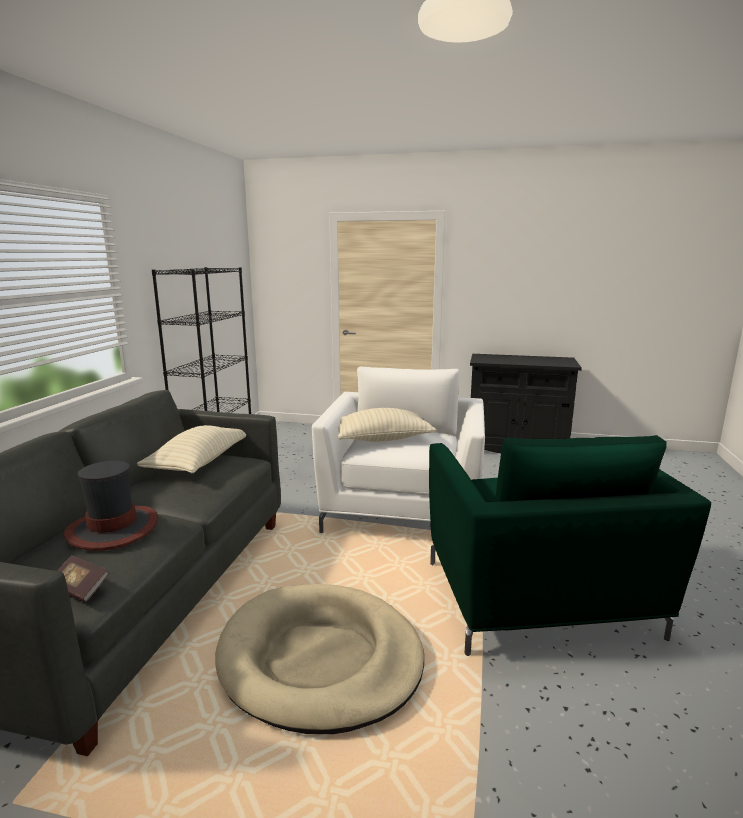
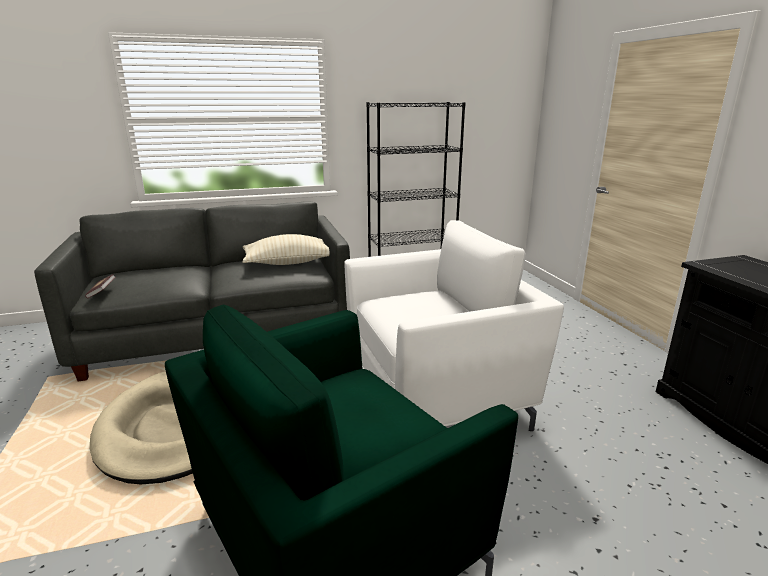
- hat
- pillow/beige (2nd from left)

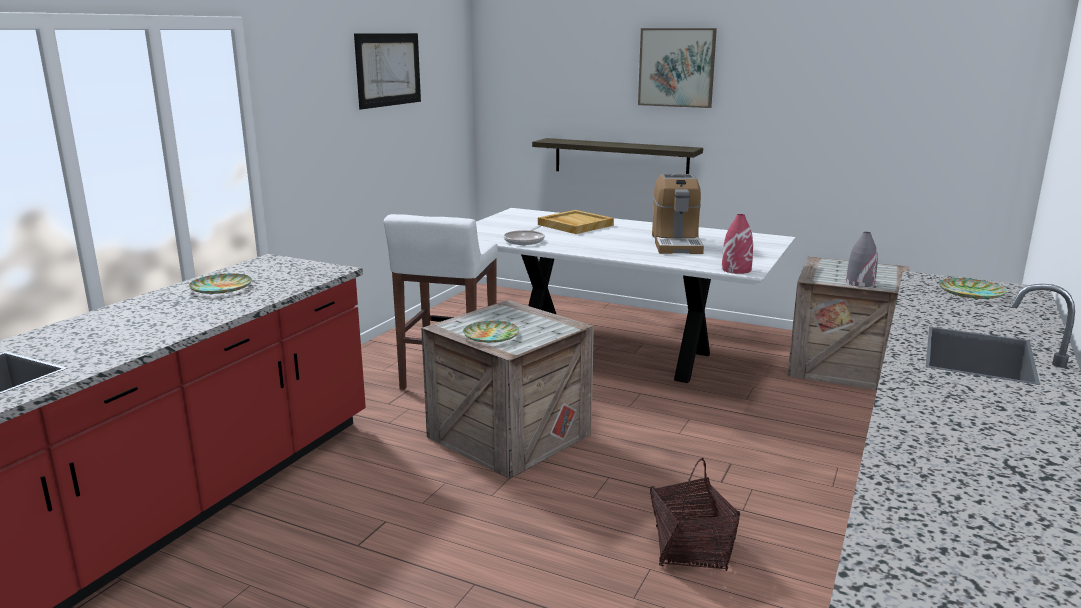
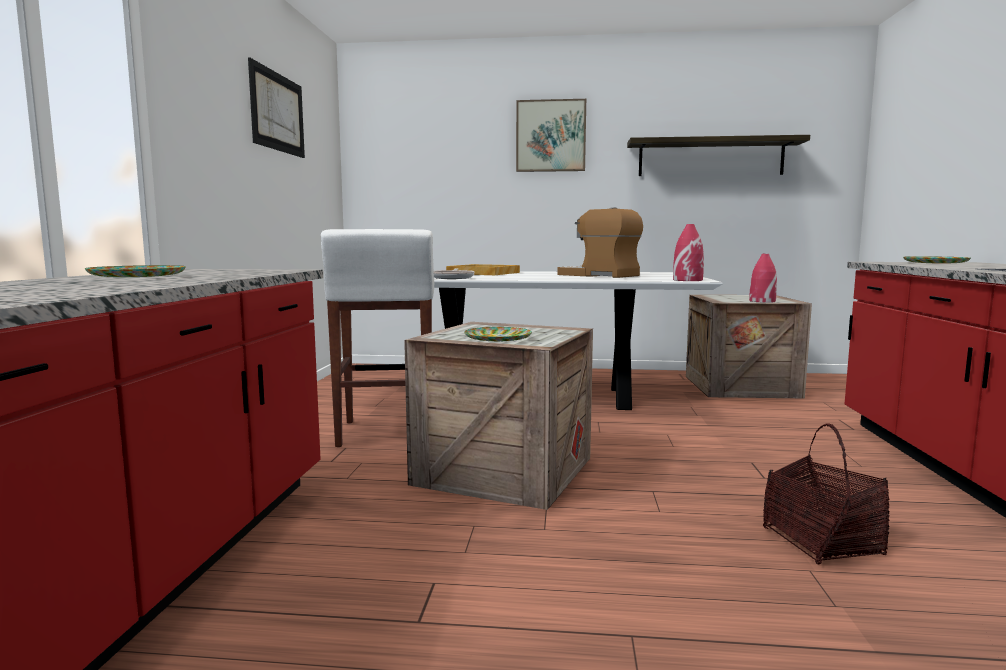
~ shelf
~ vase/grey to vase/red (2nd from left)
~ coffee machine 150 degrees clockwise

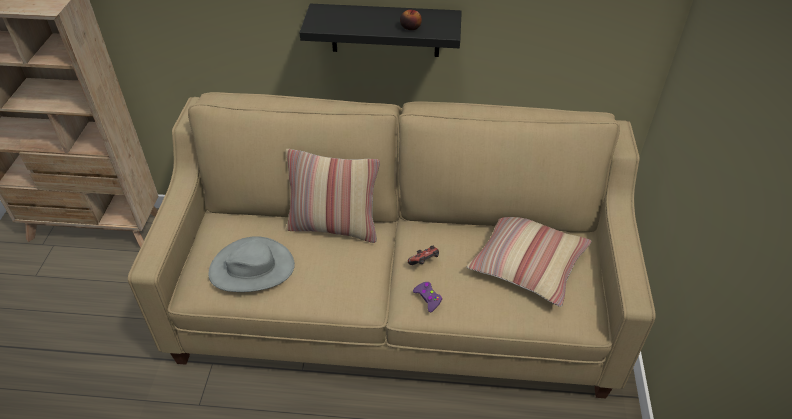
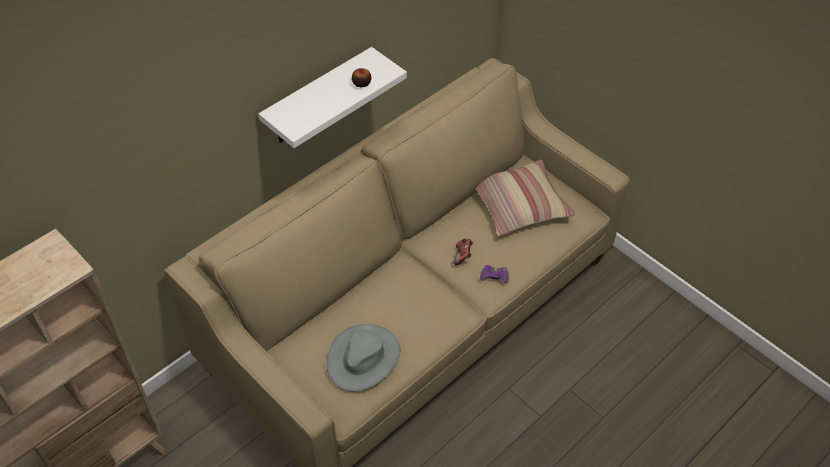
- pillow (1st from left)
~ shelf/black to shelf/white

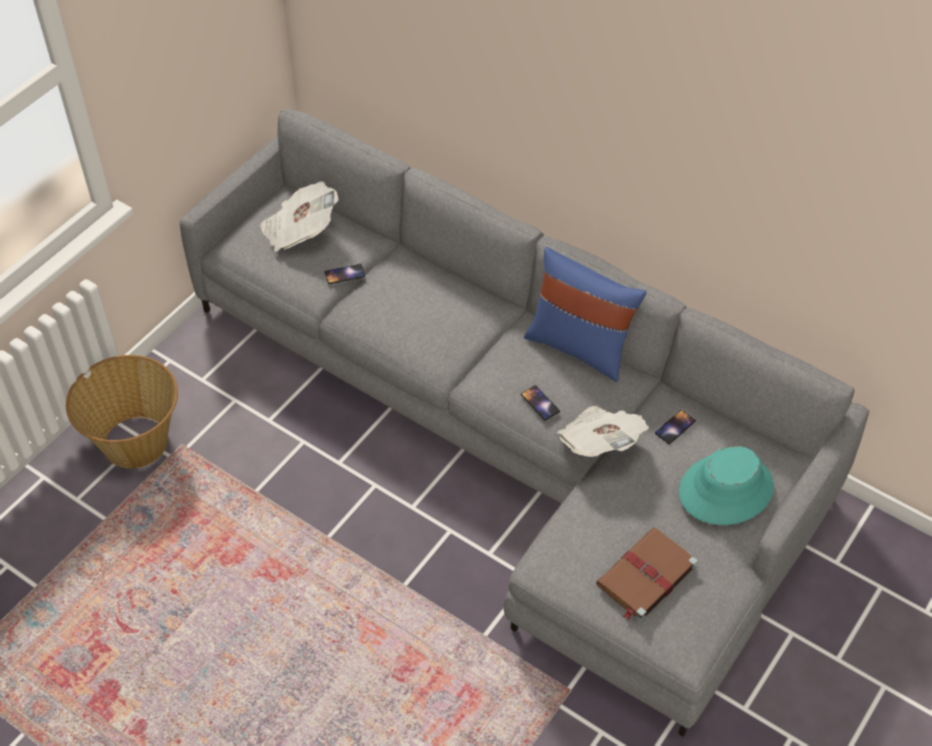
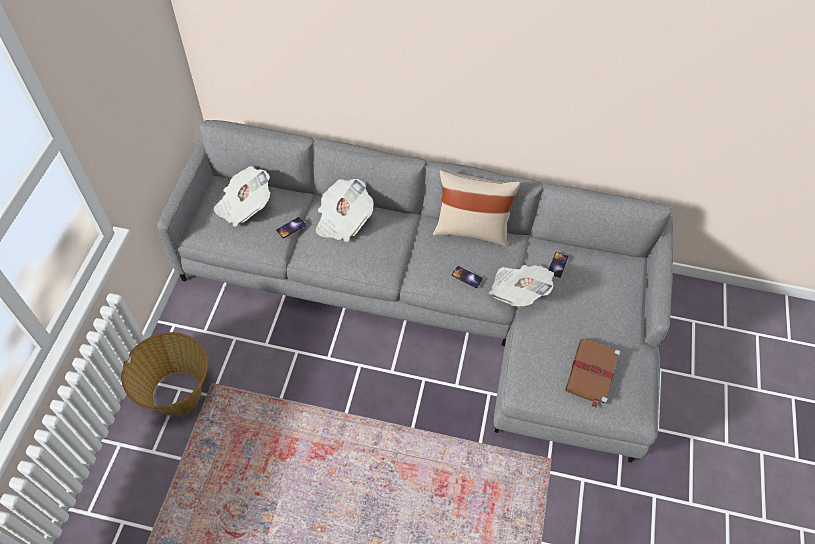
- hat/turquoise
+ newspaper (2nd from left)
~ pillow/blue to pillow/beige

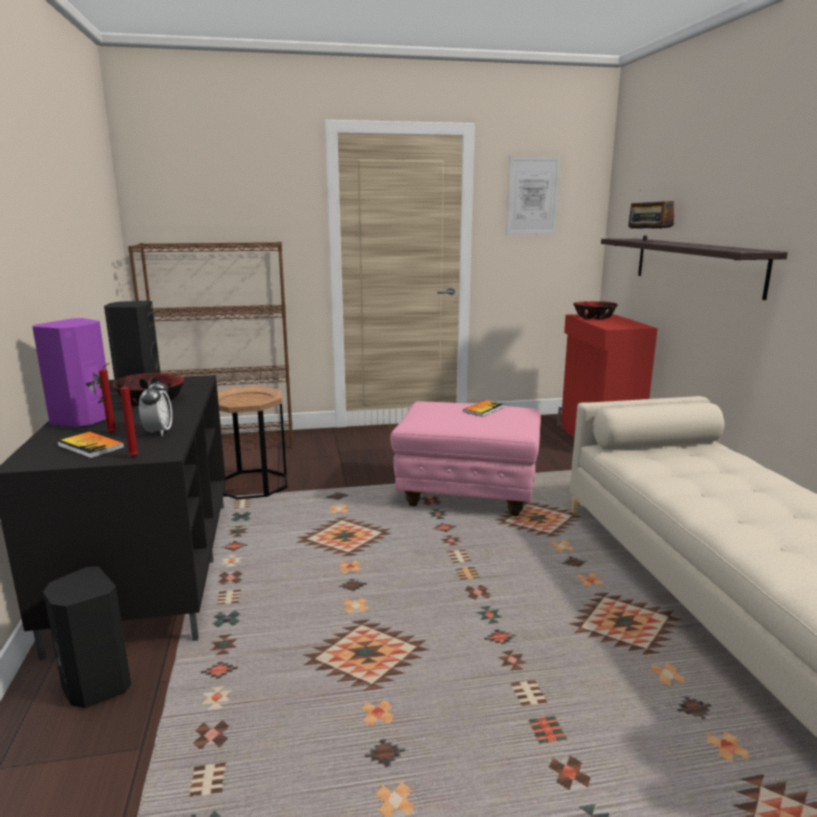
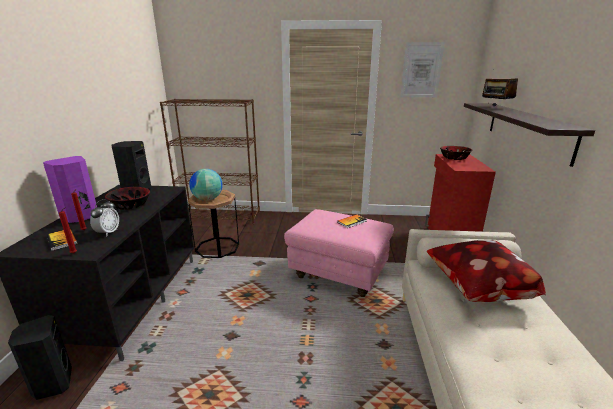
+ globe
+ pillow

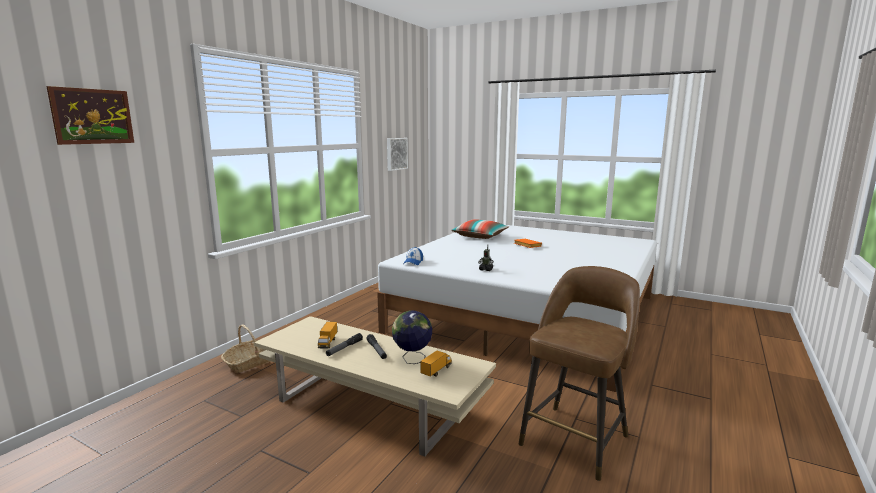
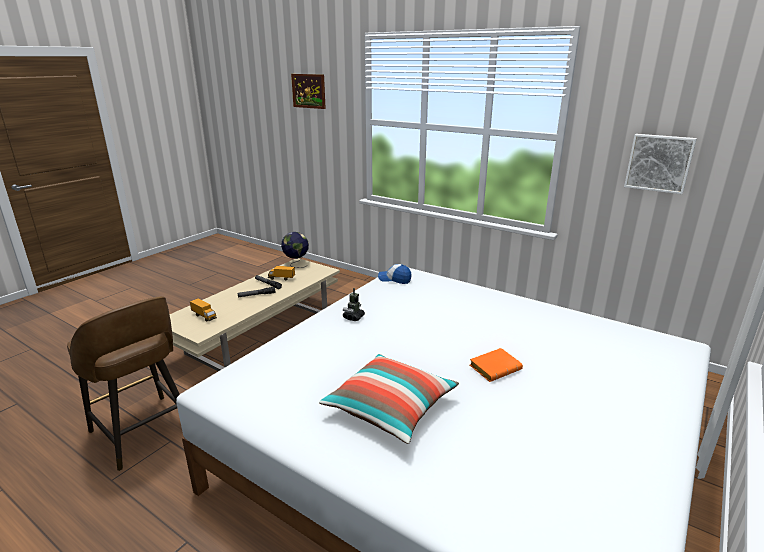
- basket
~ globe
~ pillow

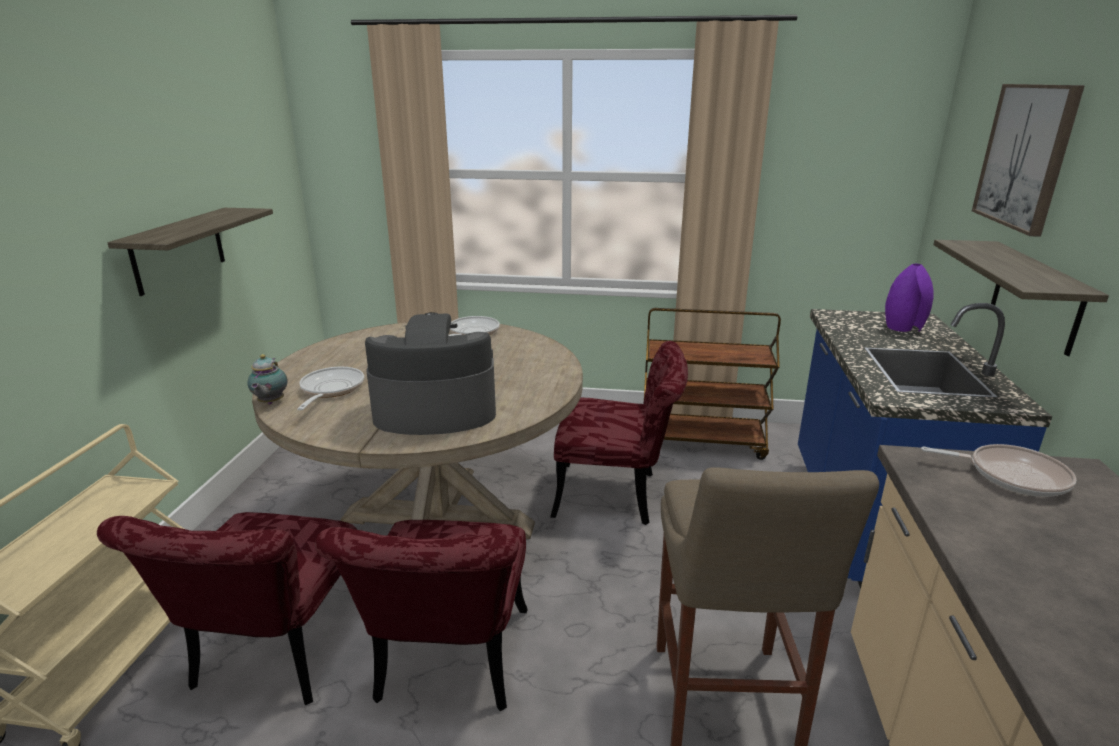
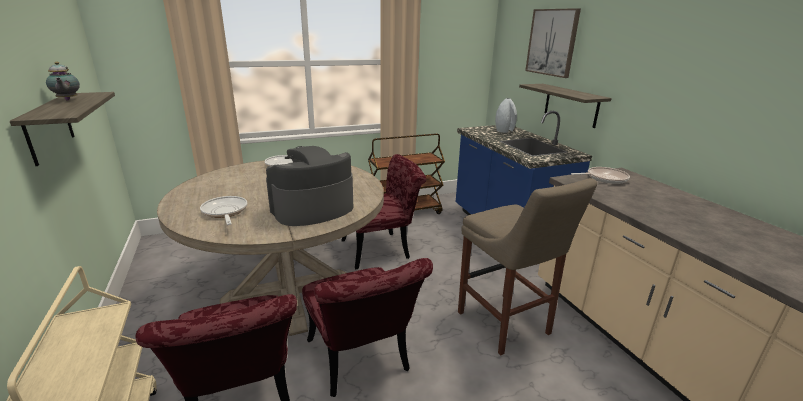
~ teapot
~ vase/purple to vase/grey

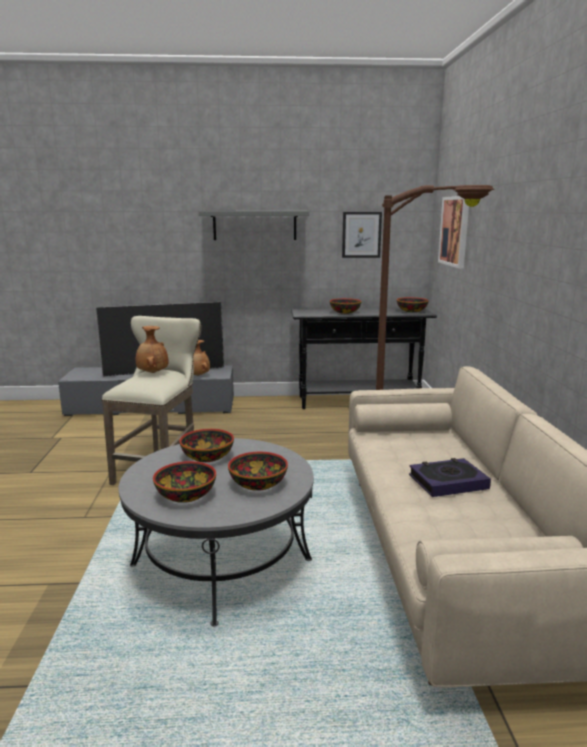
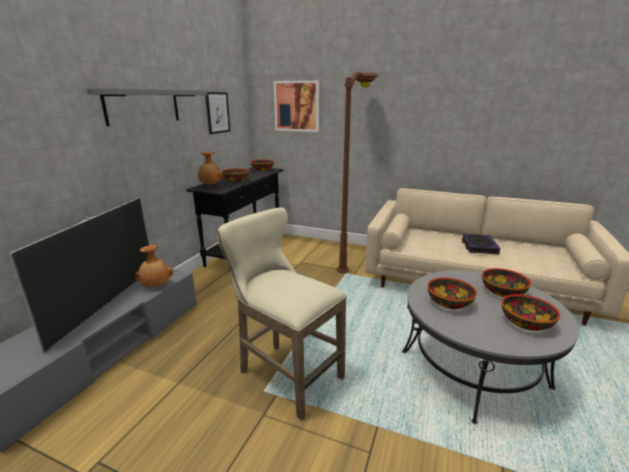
~ vase/brown (1st from left in the first image) to vase/brown (2nd from left)

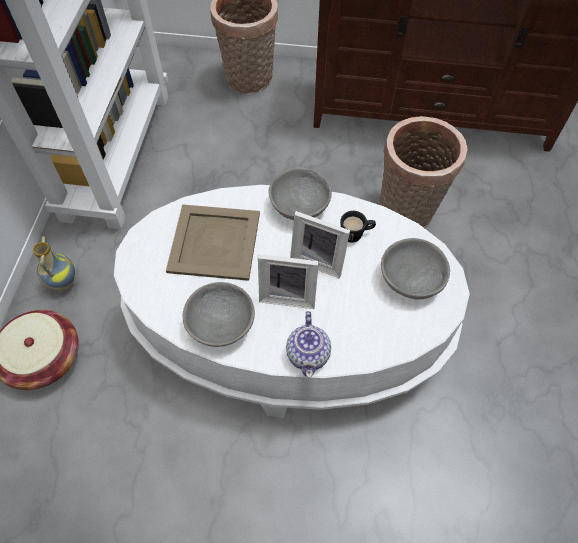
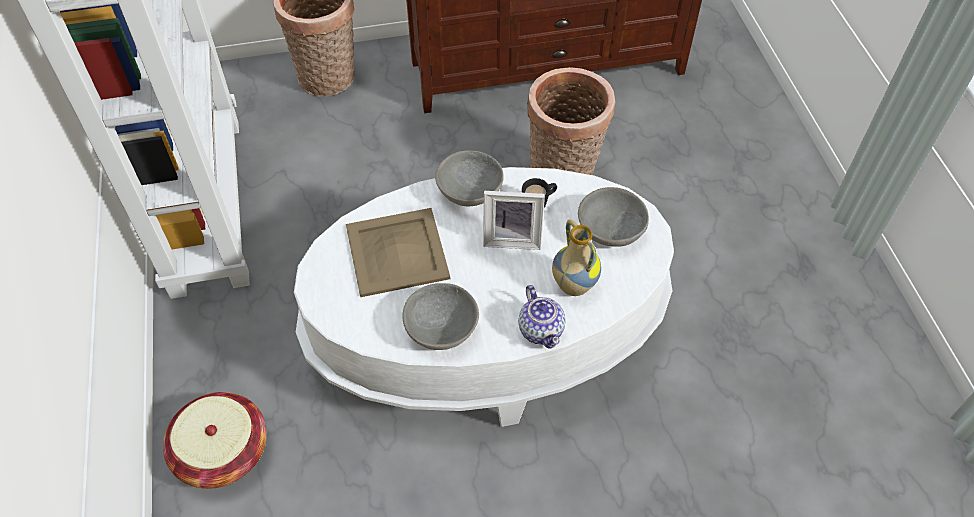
- picture frame (1st from left)
~ vase

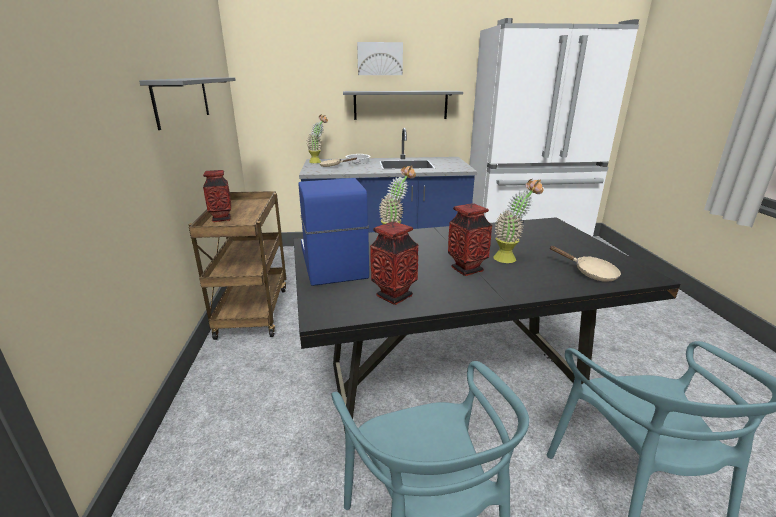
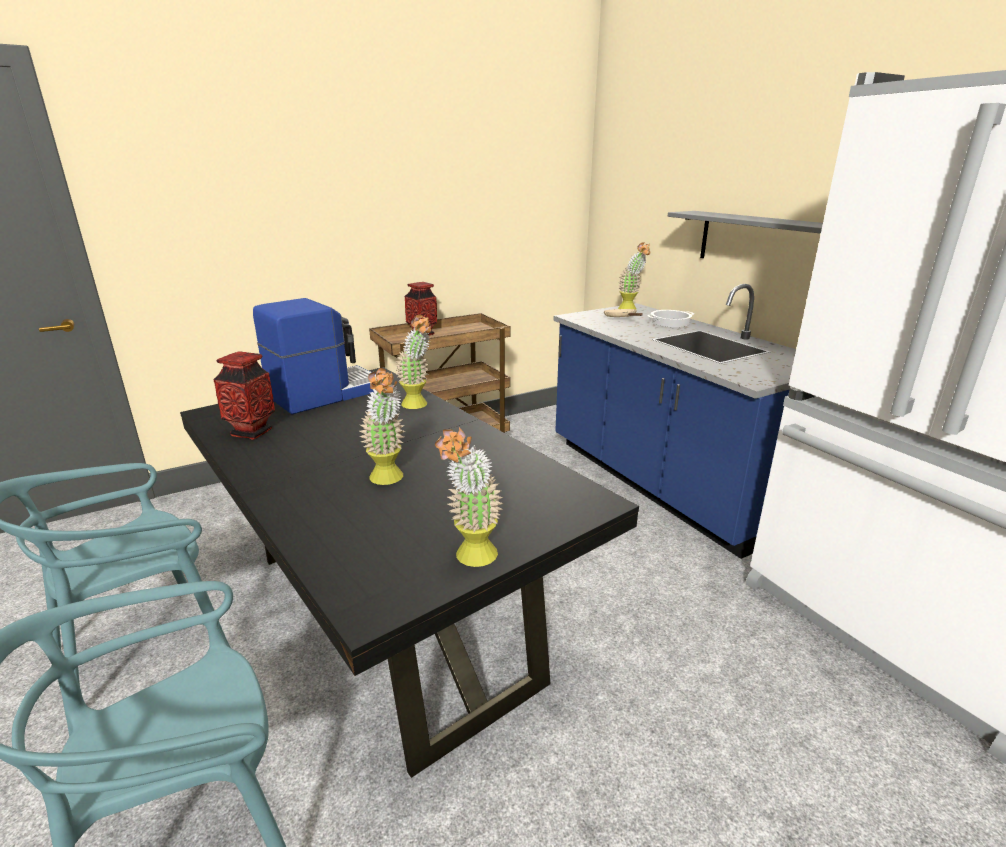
- shelf/grey (1st from left)
- picture
- vase (3rd from left)
- frying pan/beige (2nd from left)
+ potted plant (3rd from left)

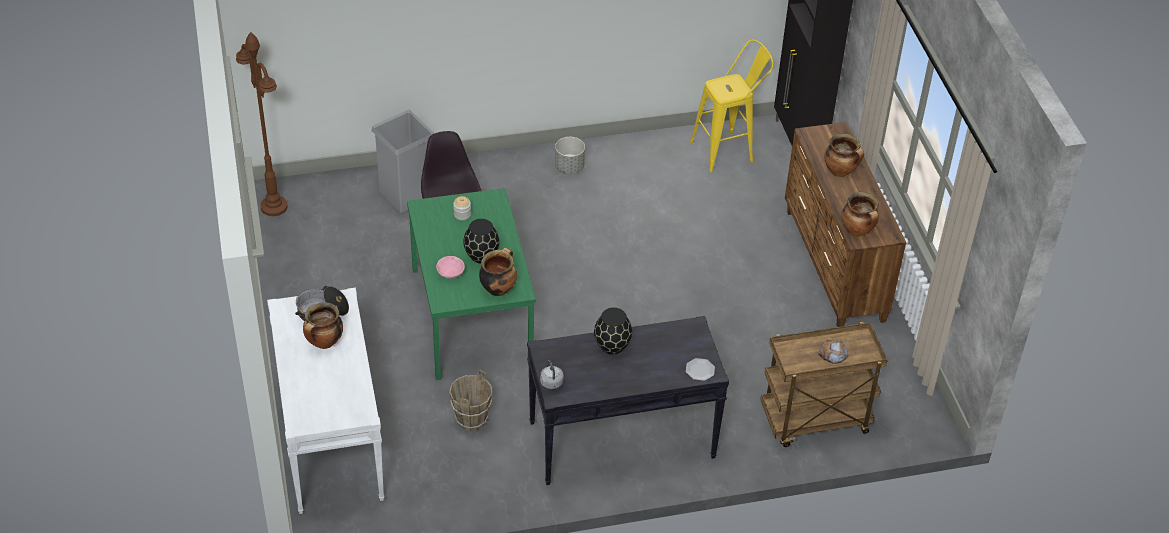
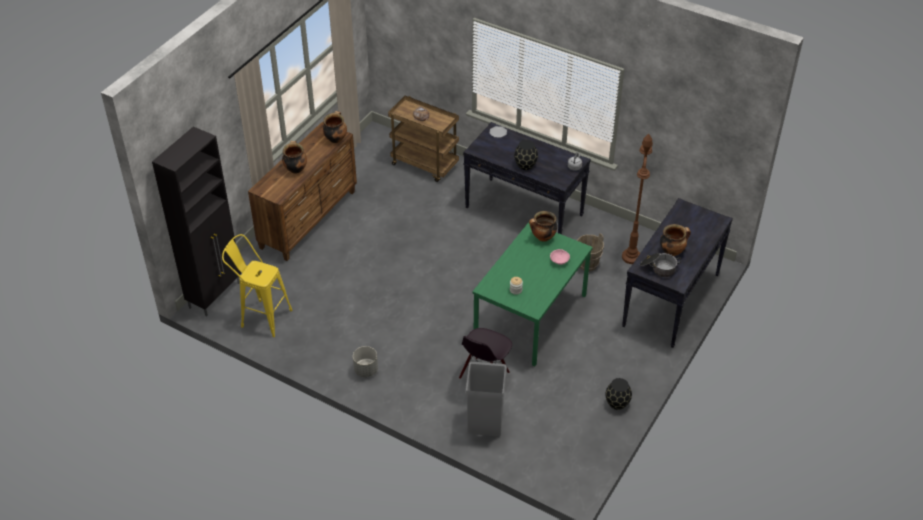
~ floor lamp/brown
~ vase/black (1st from left in the first image) to vase/black (2nd from left)
~ console table/white to console table/black (2nd from left)

